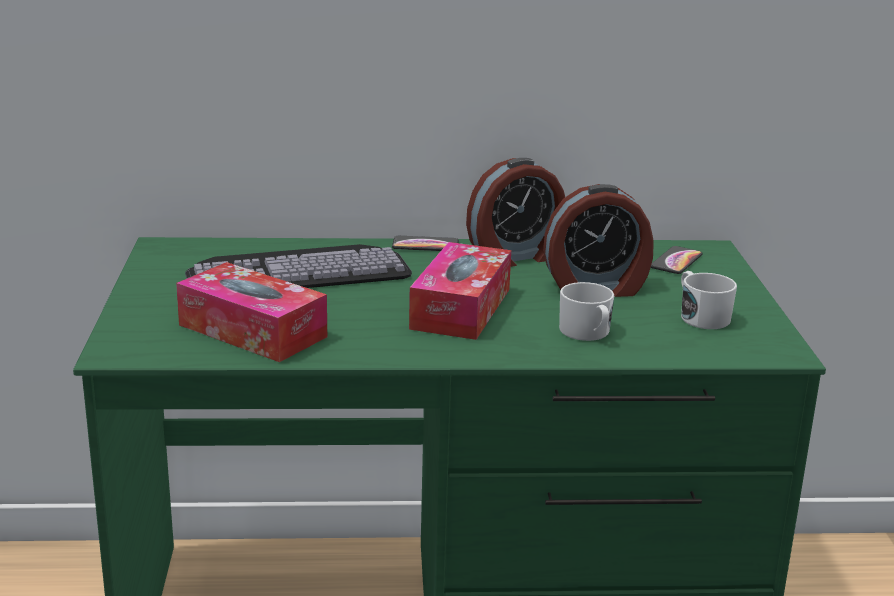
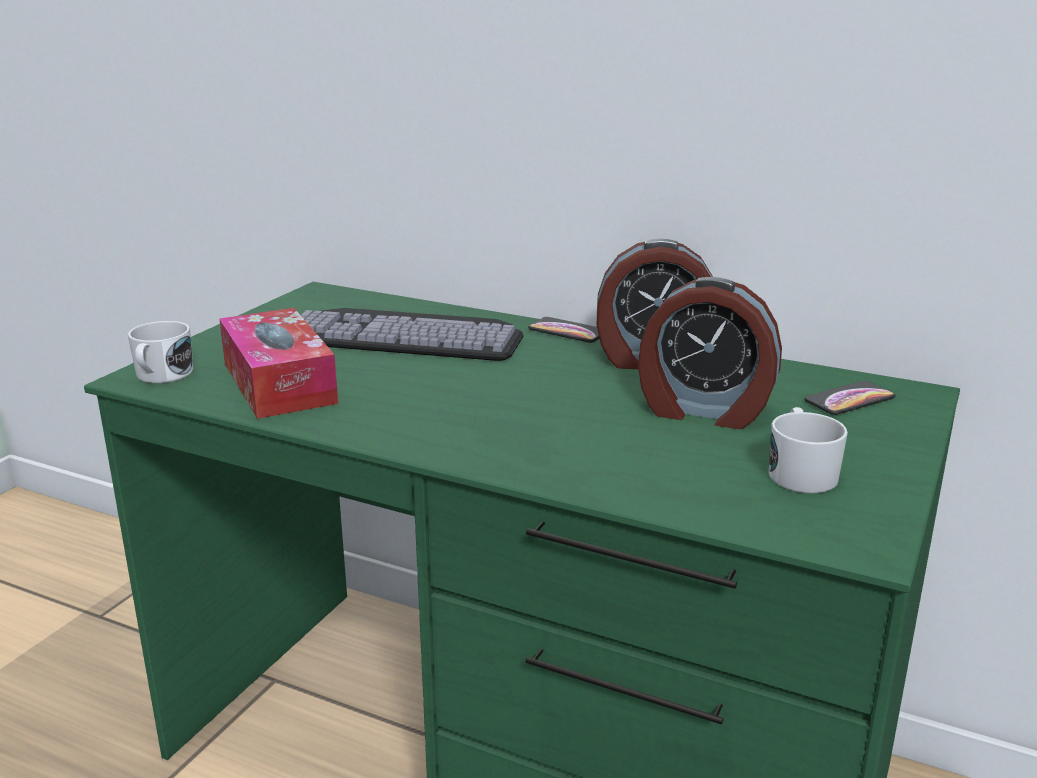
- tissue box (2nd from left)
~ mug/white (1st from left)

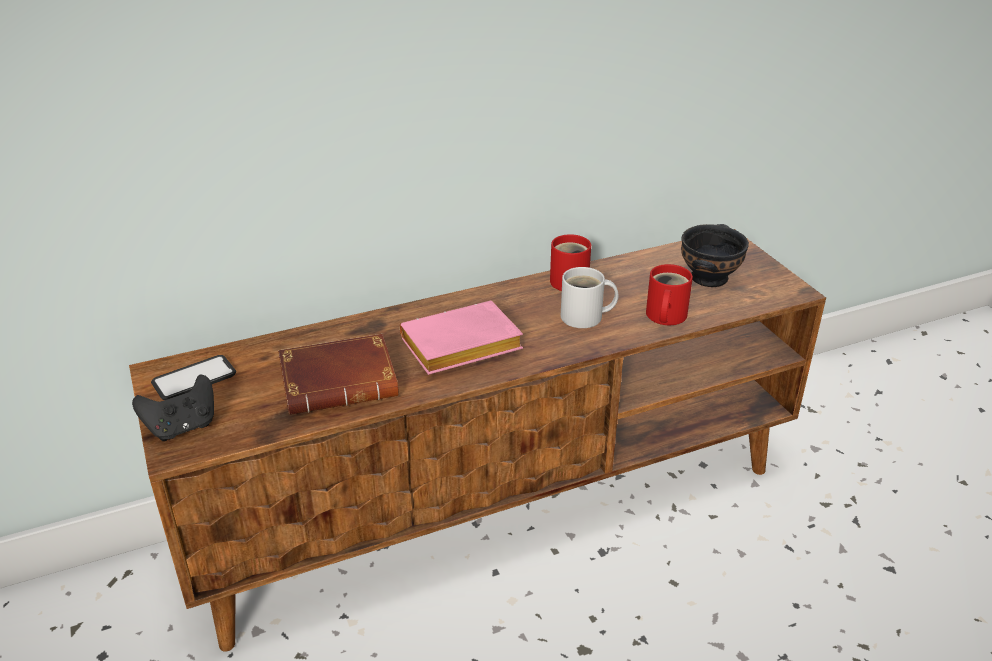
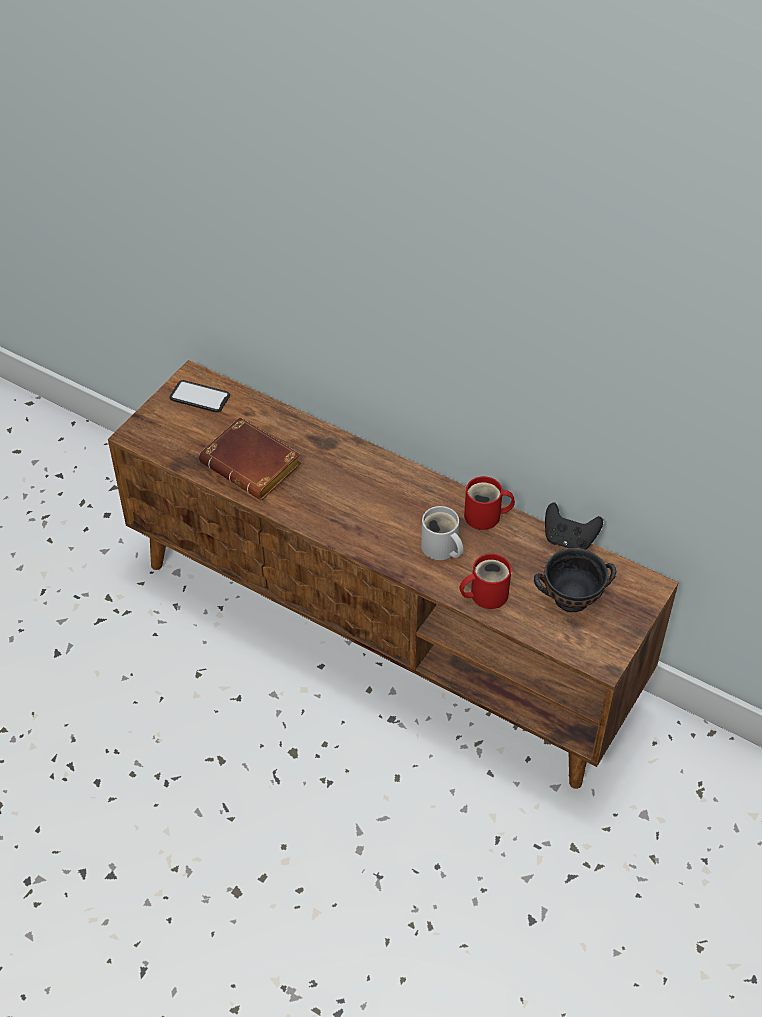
- book/pink
~ game controller/black

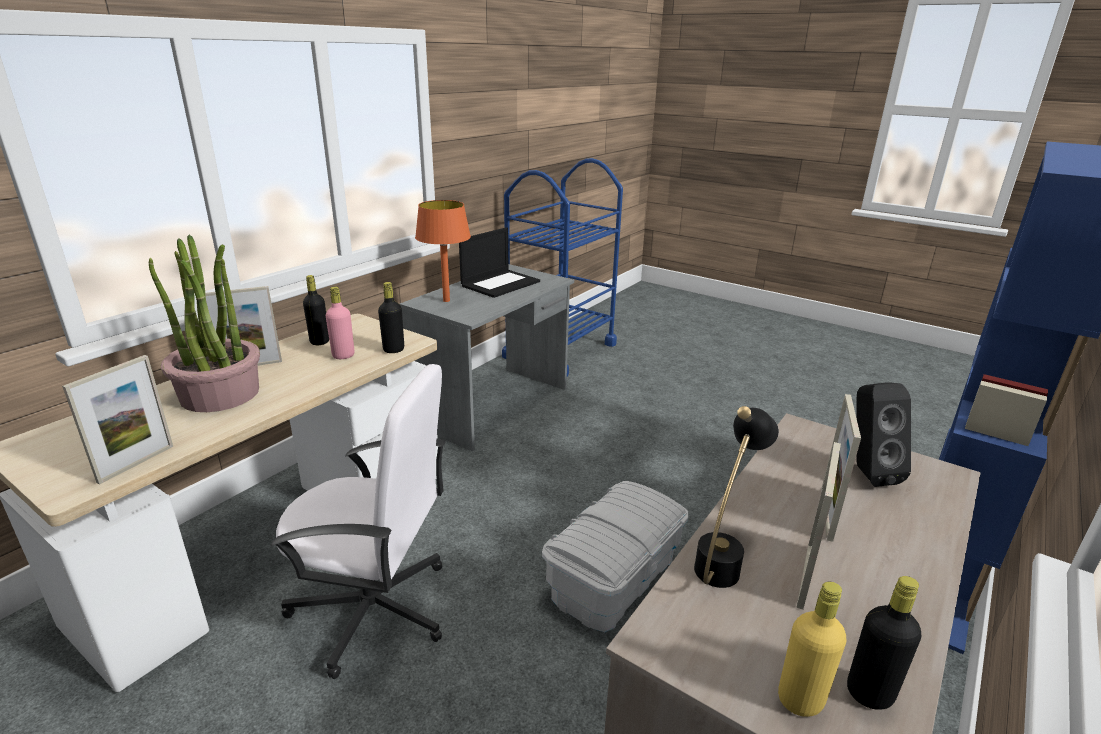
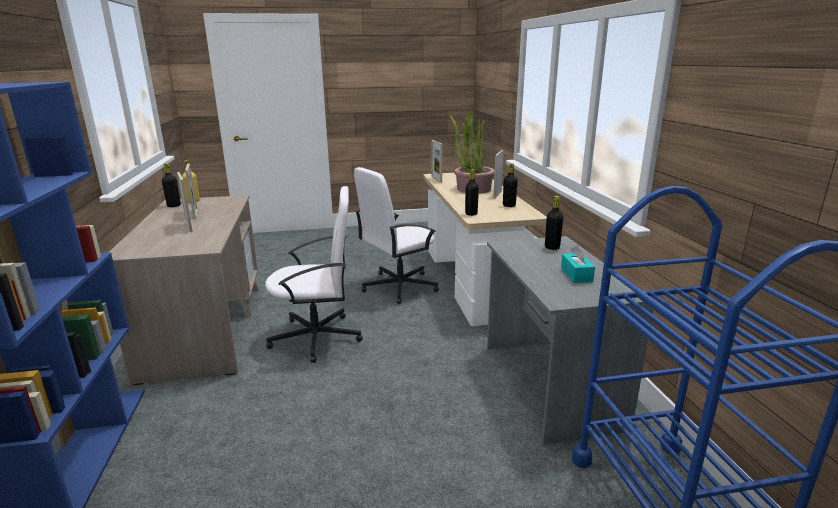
- bottle/pink
- table lamp/black
- speaker/black
~ table lamp/orange to bottle/black (4th from left)
~ laptop to tissue box/turquoise
~ storage box/white to office chair/white (1st from left)

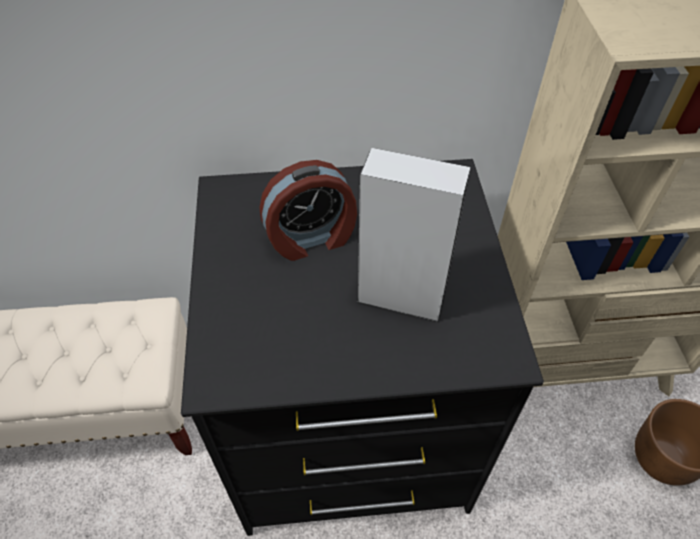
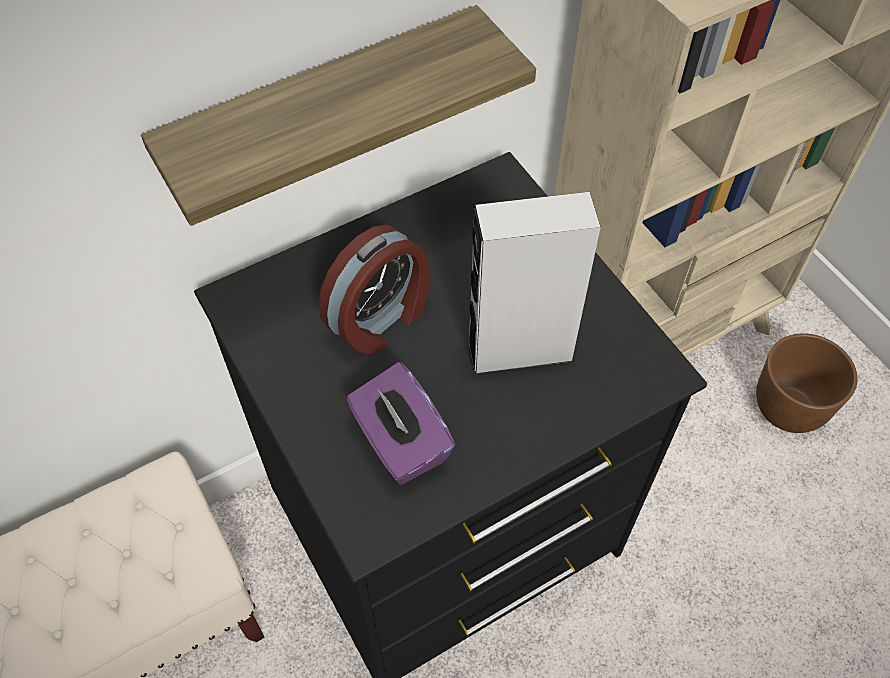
+ shelf
+ tissue box/purple

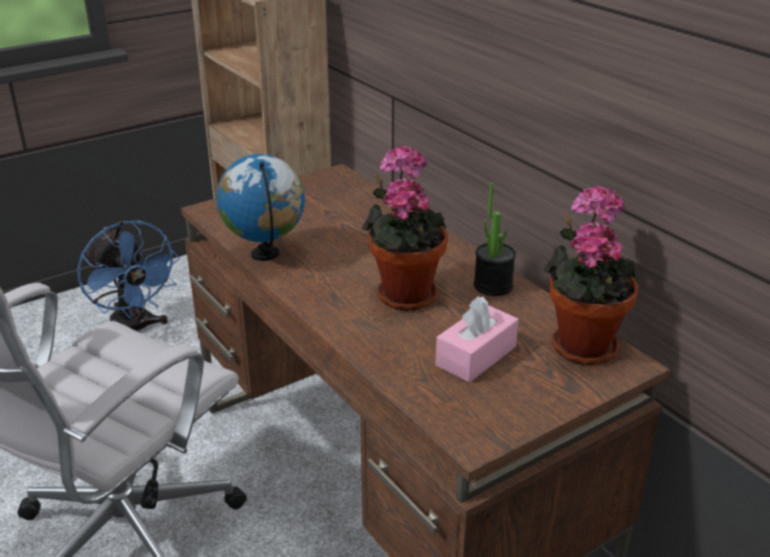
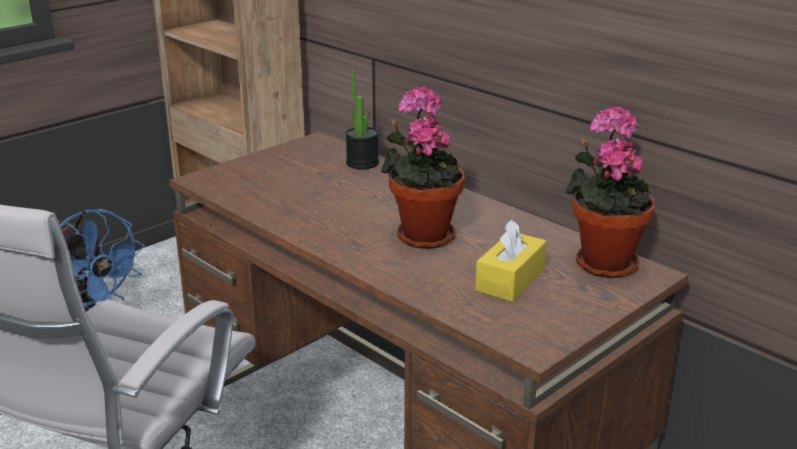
- globe
~ potted plant (2nd from left in the first image) to potted plant (1st from left)
~ tissue box/pink to tissue box/yellow

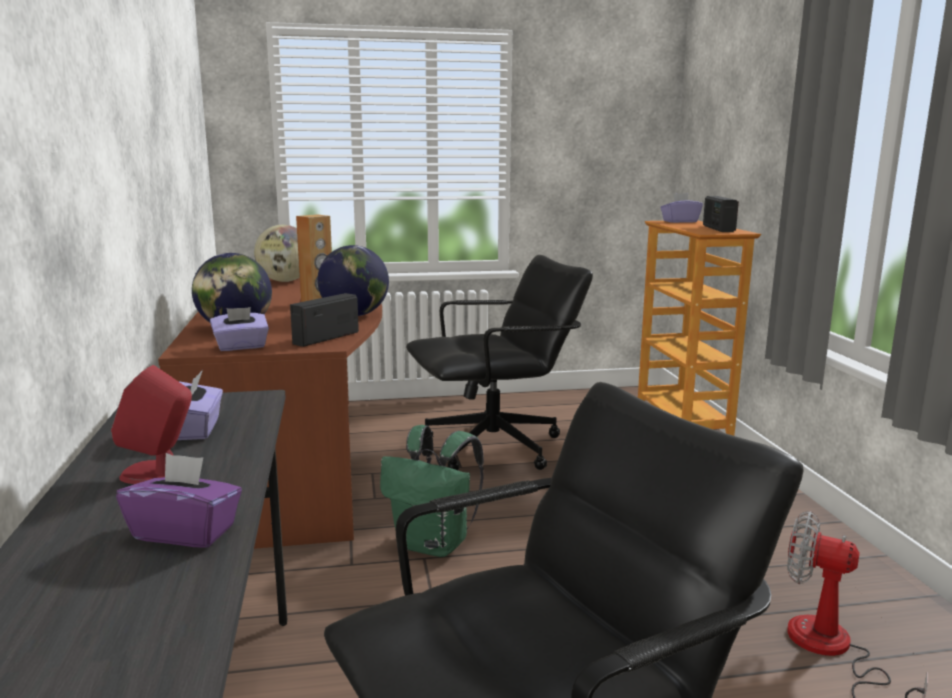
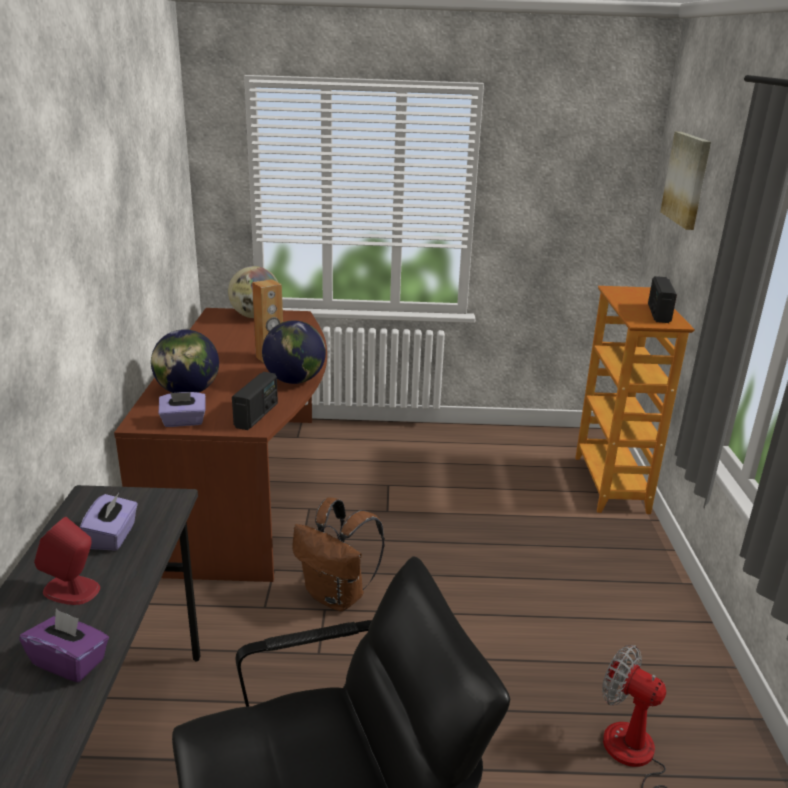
- office chair/black (1st from left)
- tissue box/purple (4th from left)
+ picture
~ backpack/green to backpack/brown
~ radio (1st from left) 150 degrees clockwise

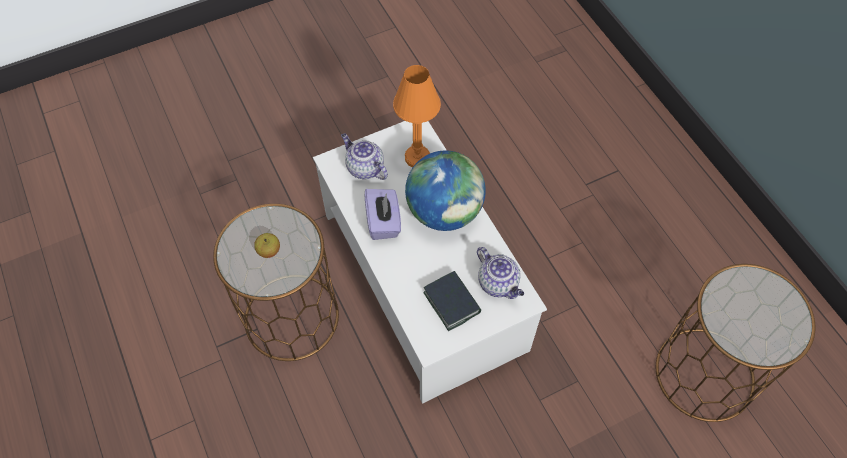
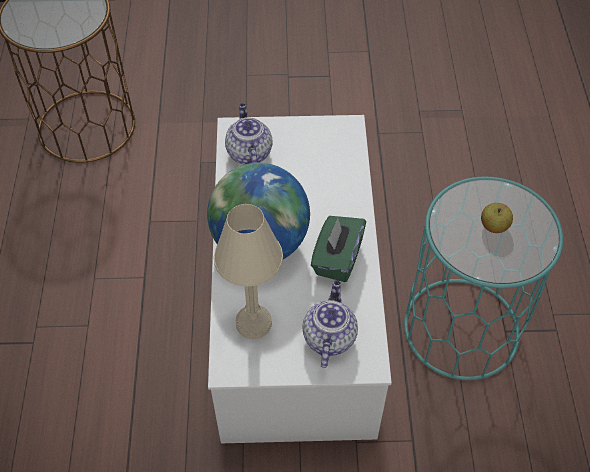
- book
~ side table/brown (1st from left) to side table/turquoise
~ tissue box/purple to tissue box/green
~ table lamp/orange to table lamp/beige
~ teapot (1st from left in the first image) 150 degrees counterclockwise

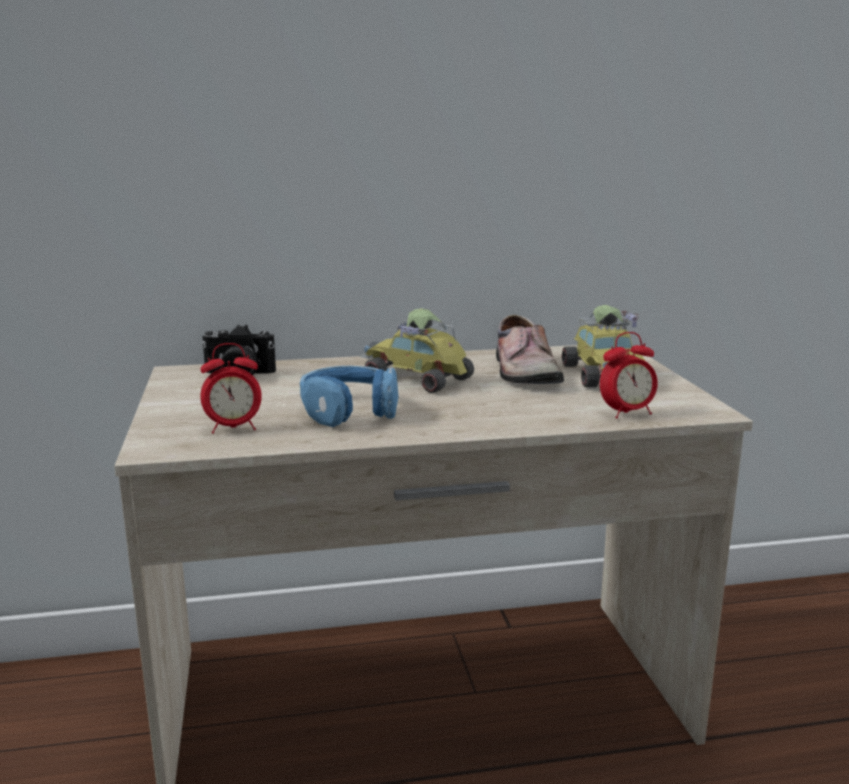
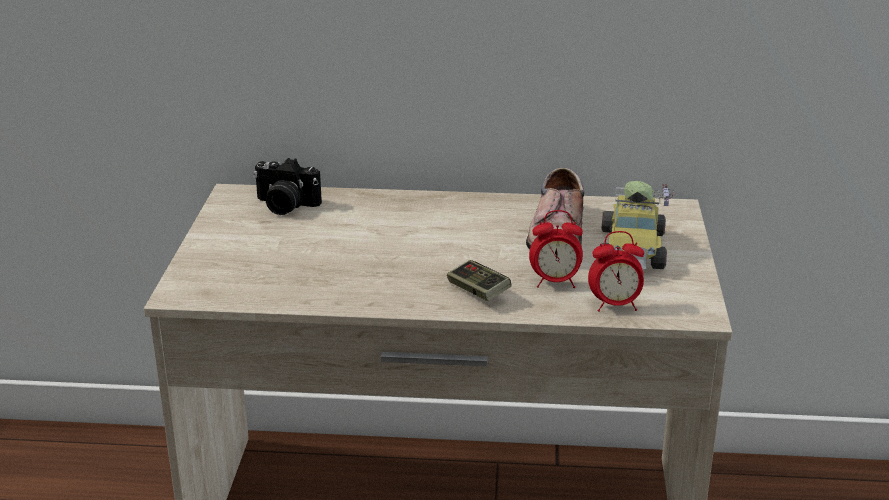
- headphones/blue
- toy car (1st from left)
+ game controller
~ alarm clock (1st from left)

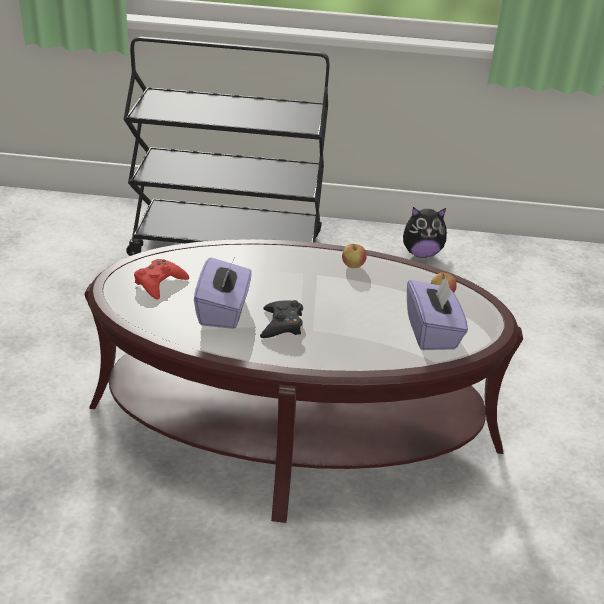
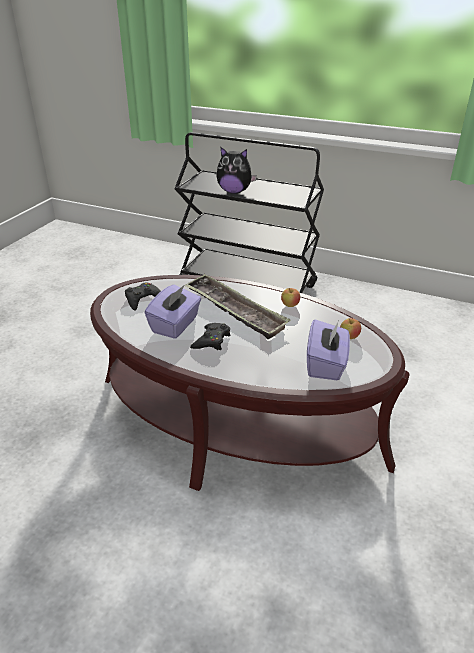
+ tray
~ plush toy
~ game controller/red to game controller/black (1st from left)

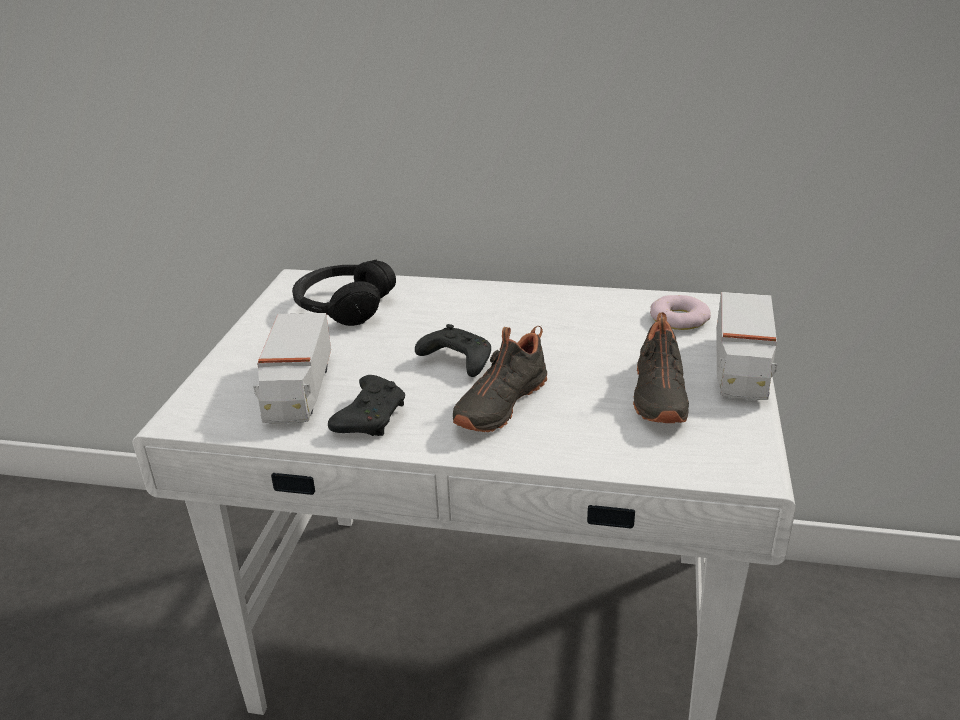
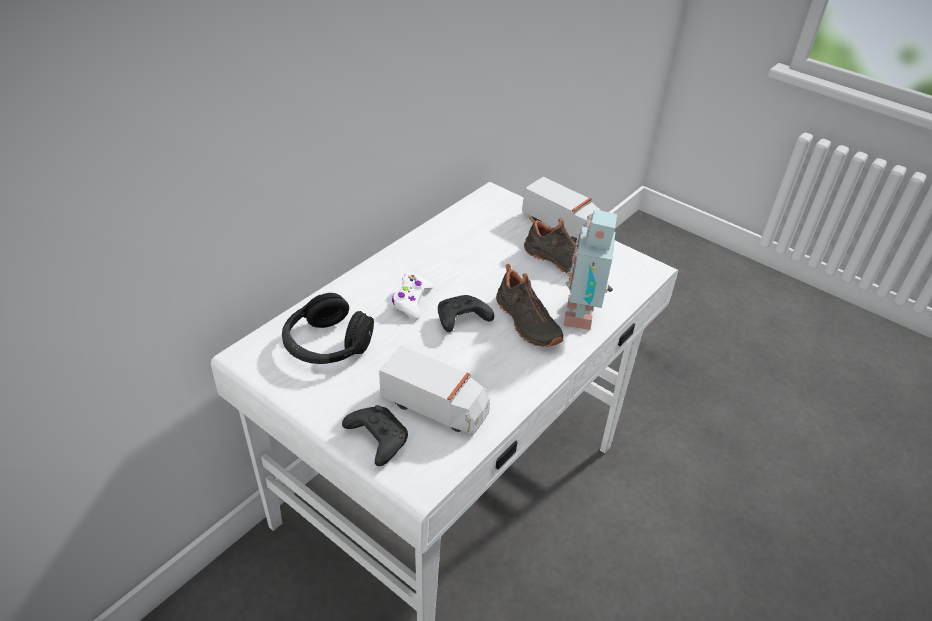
- donut
+ game controller/white
+ toy robot
~ game controller/black (1st from left)

